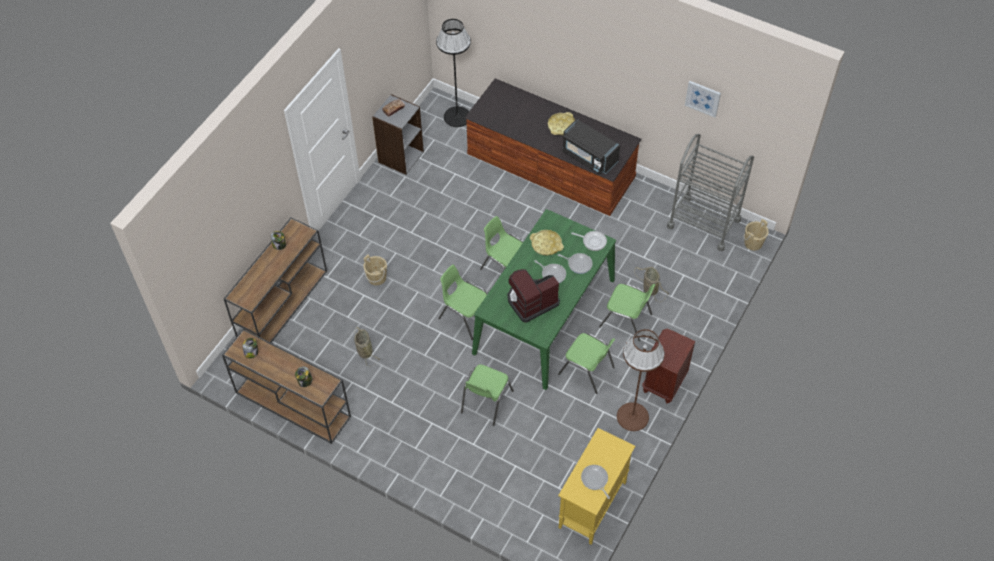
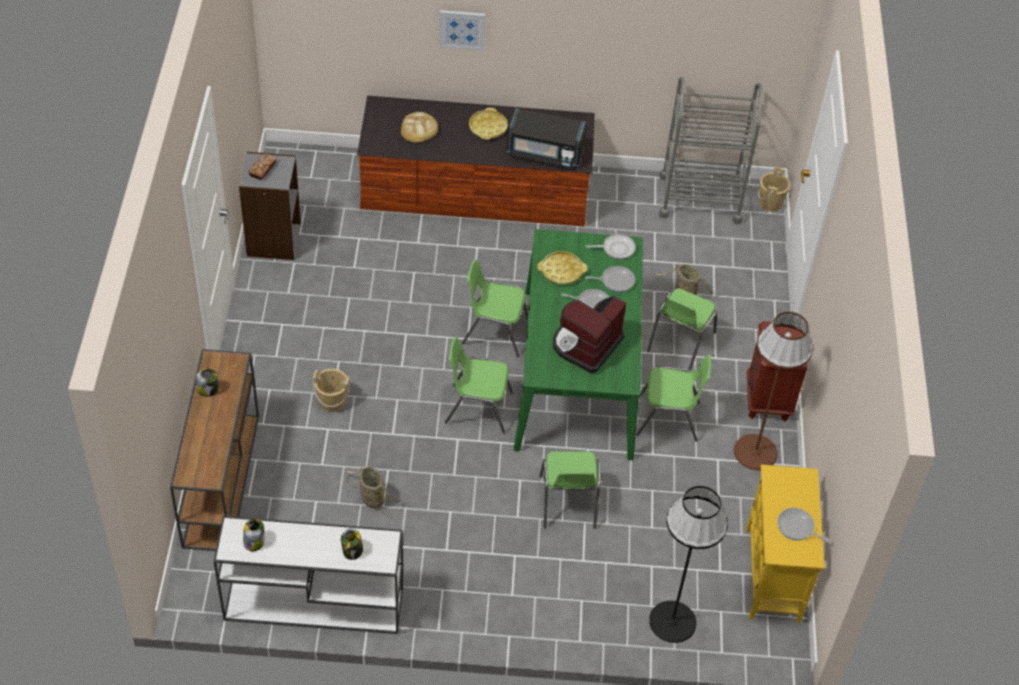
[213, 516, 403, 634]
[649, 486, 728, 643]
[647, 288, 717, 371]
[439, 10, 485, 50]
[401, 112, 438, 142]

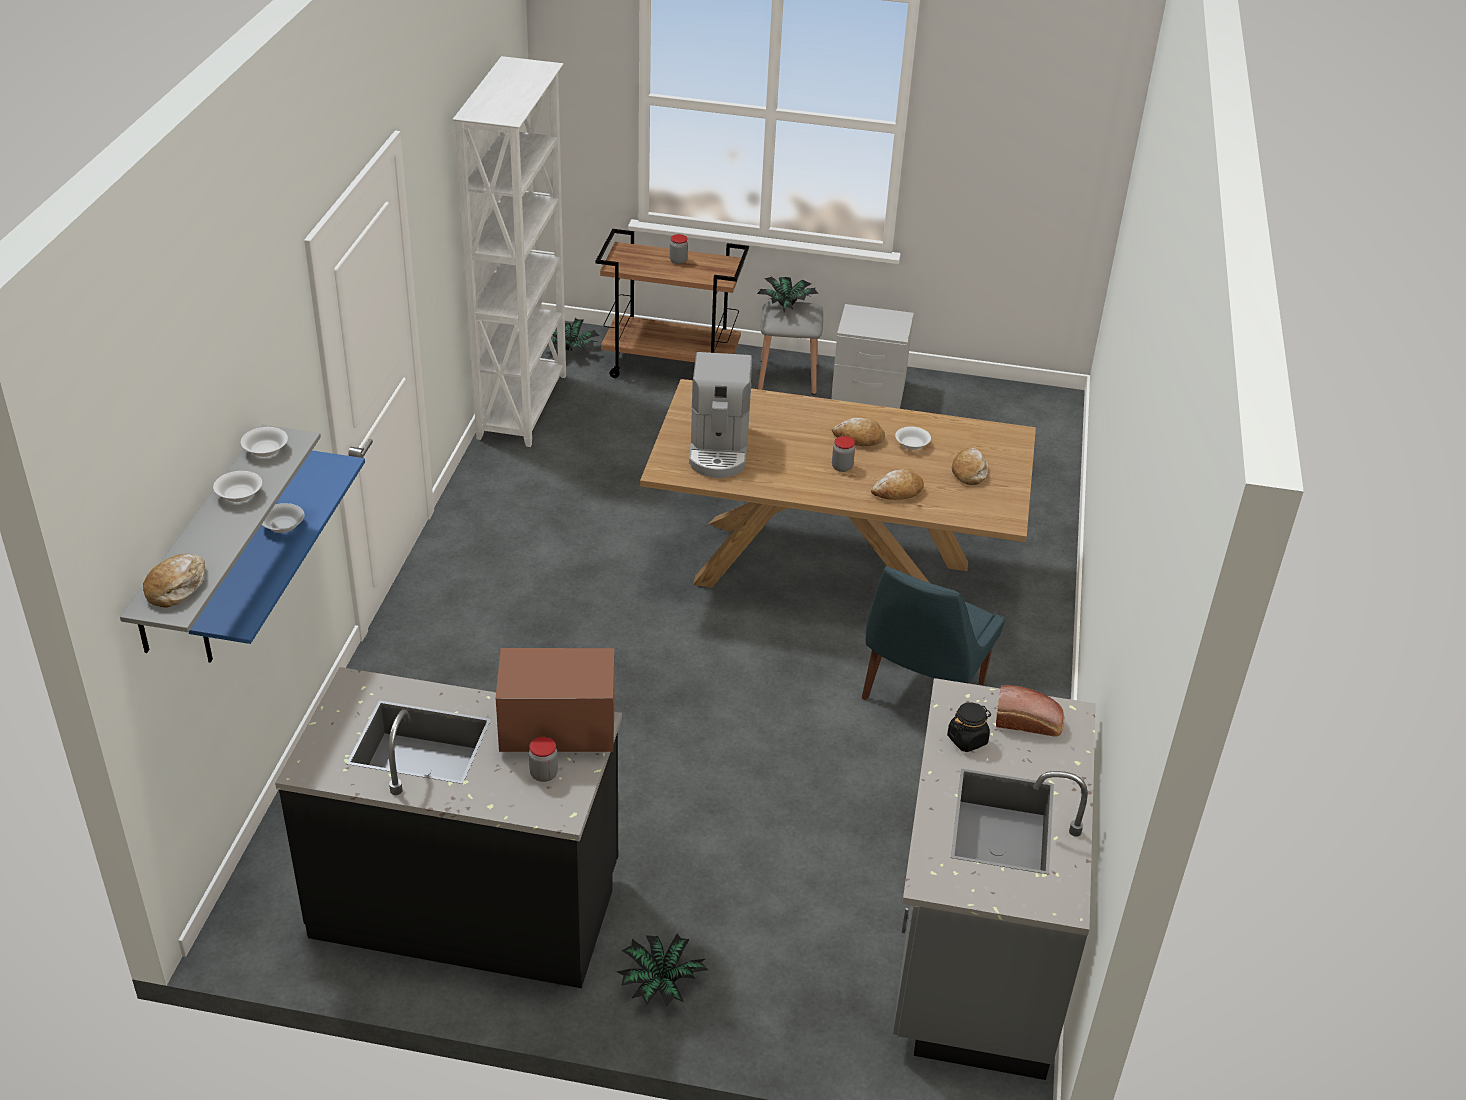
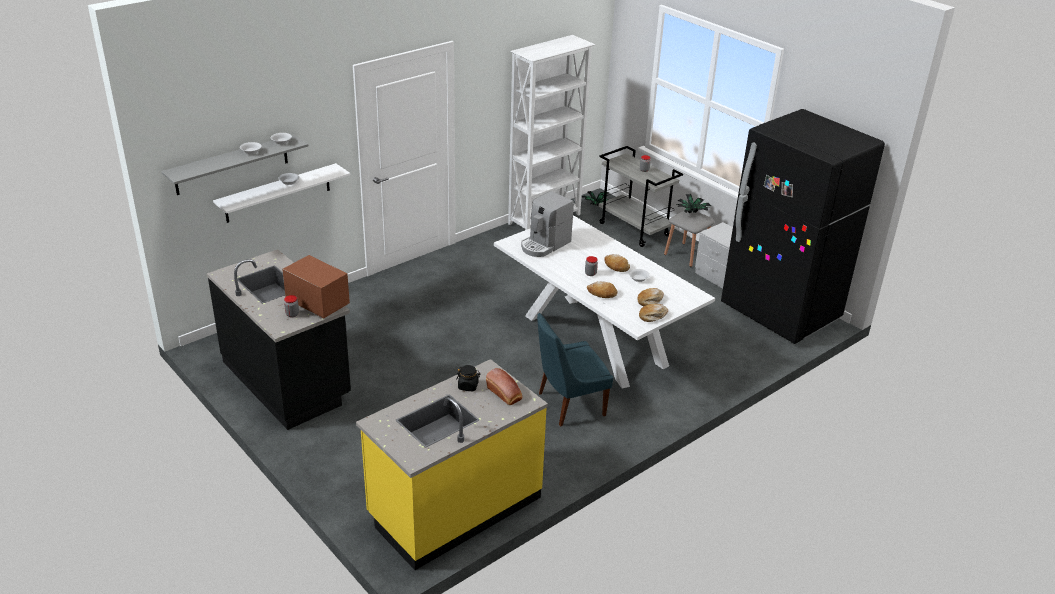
[639, 304, 668, 322]
[213, 163, 350, 223]
[598, 146, 683, 247]
[617, 934, 708, 1007] (first image)
[494, 215, 715, 388]
[356, 359, 548, 570]
[721, 109, 885, 344]

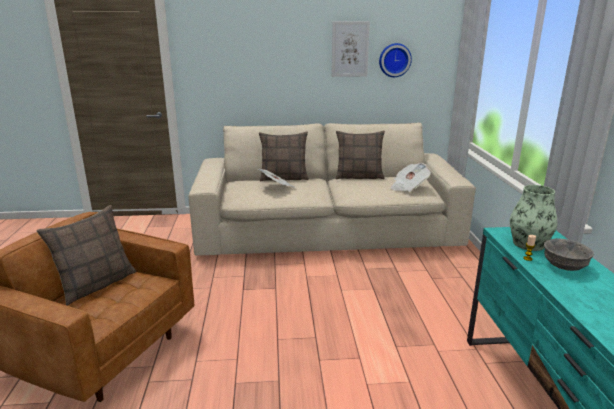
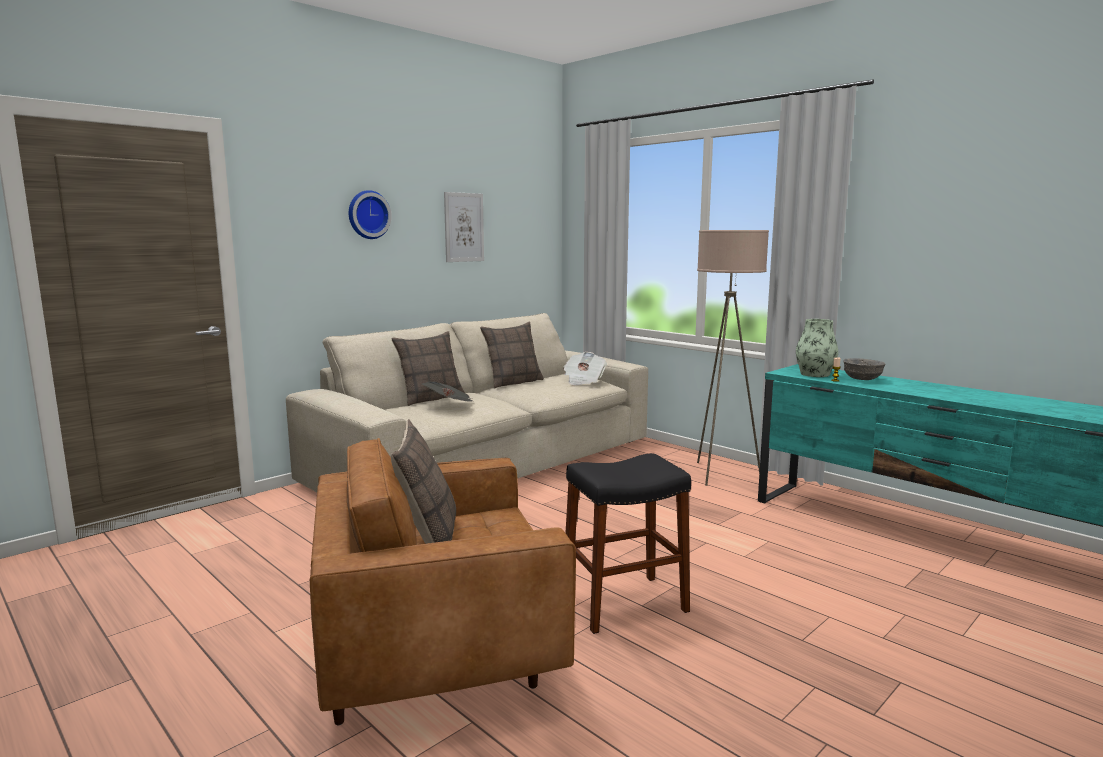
[349, 190, 392, 239]
[566, 453, 691, 634]
[697, 230, 769, 486]

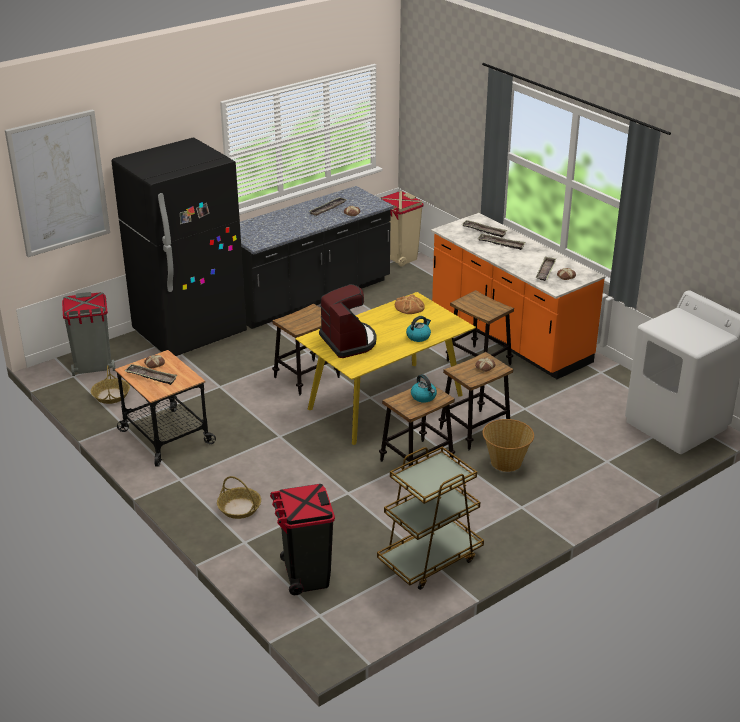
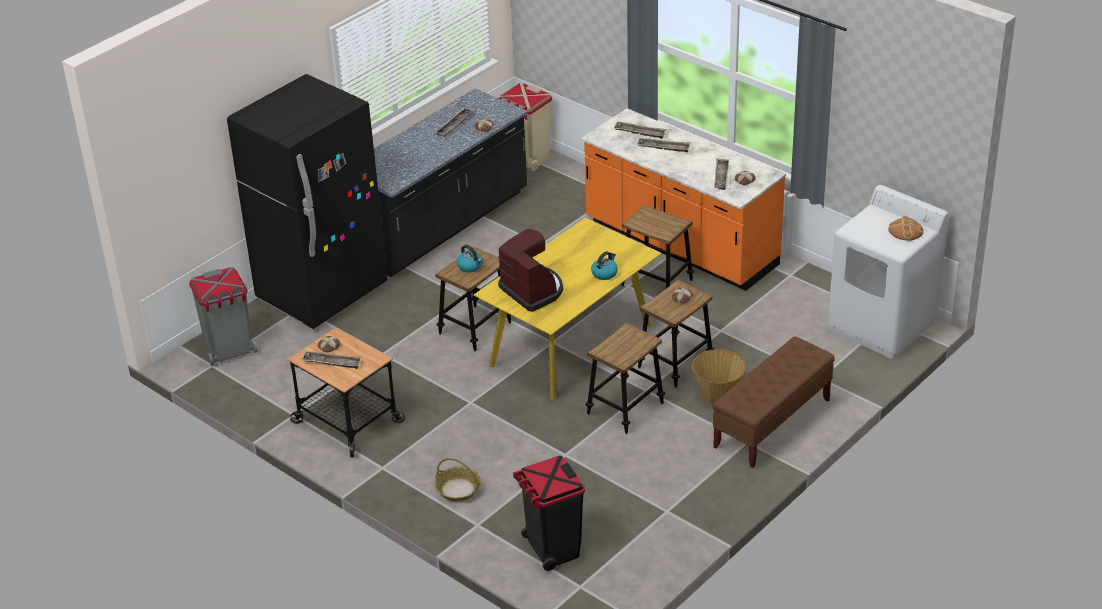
[5, 109, 110, 257] (first image)
[91, 365, 130, 404] (first image)
[377, 447, 484, 590] (first image)
[888, 216, 923, 241]
[457, 245, 483, 272]
[712, 336, 835, 468]

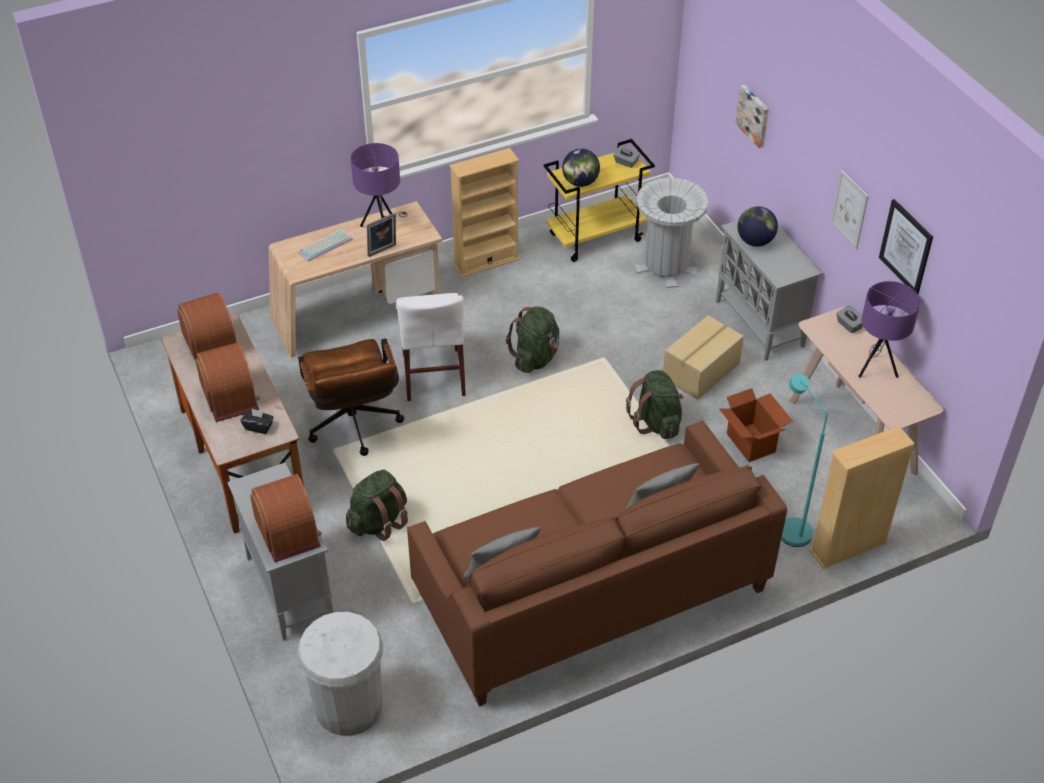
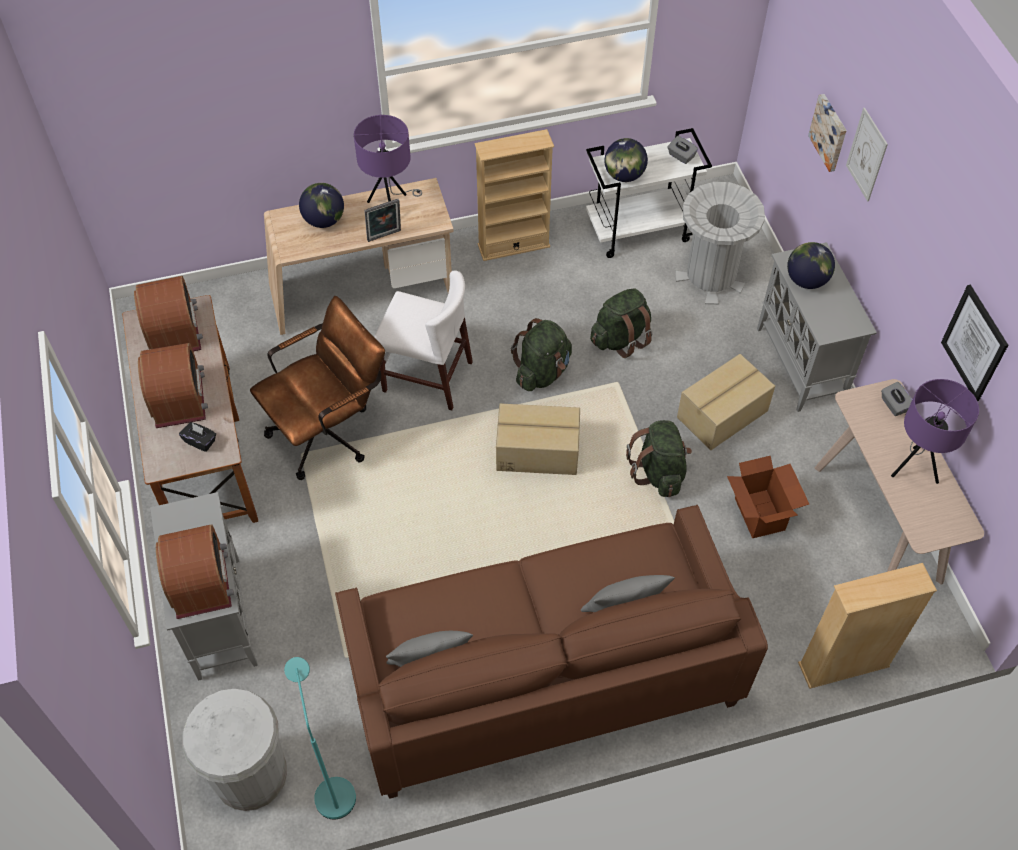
[299, 183, 344, 228]
[250, 296, 385, 480]
[590, 288, 652, 358]
[374, 271, 473, 410]
[586, 128, 712, 258]
[284, 657, 356, 819]
[846, 108, 888, 202]
[496, 403, 580, 475]

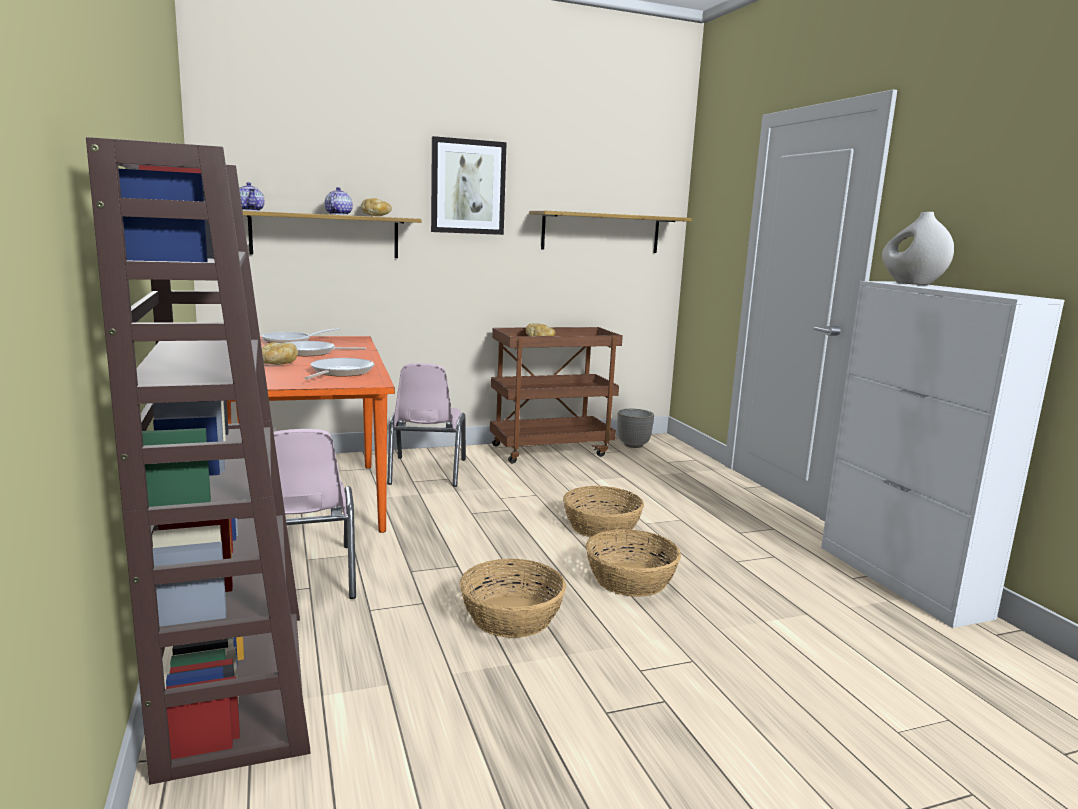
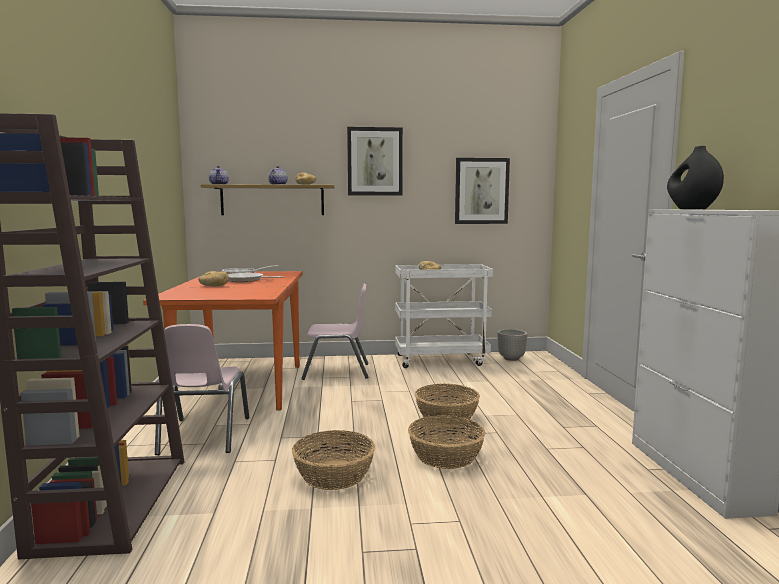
[304, 358, 374, 380] (first image)
[301, 283, 368, 380]
[395, 264, 493, 368]
[455, 158, 510, 224]
[667, 146, 724, 209]

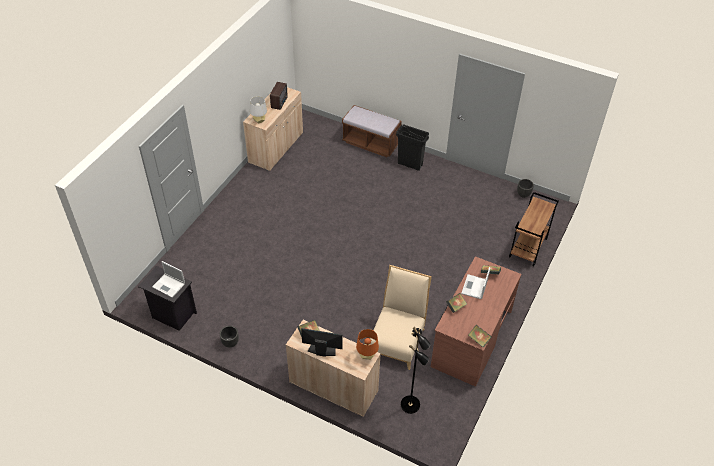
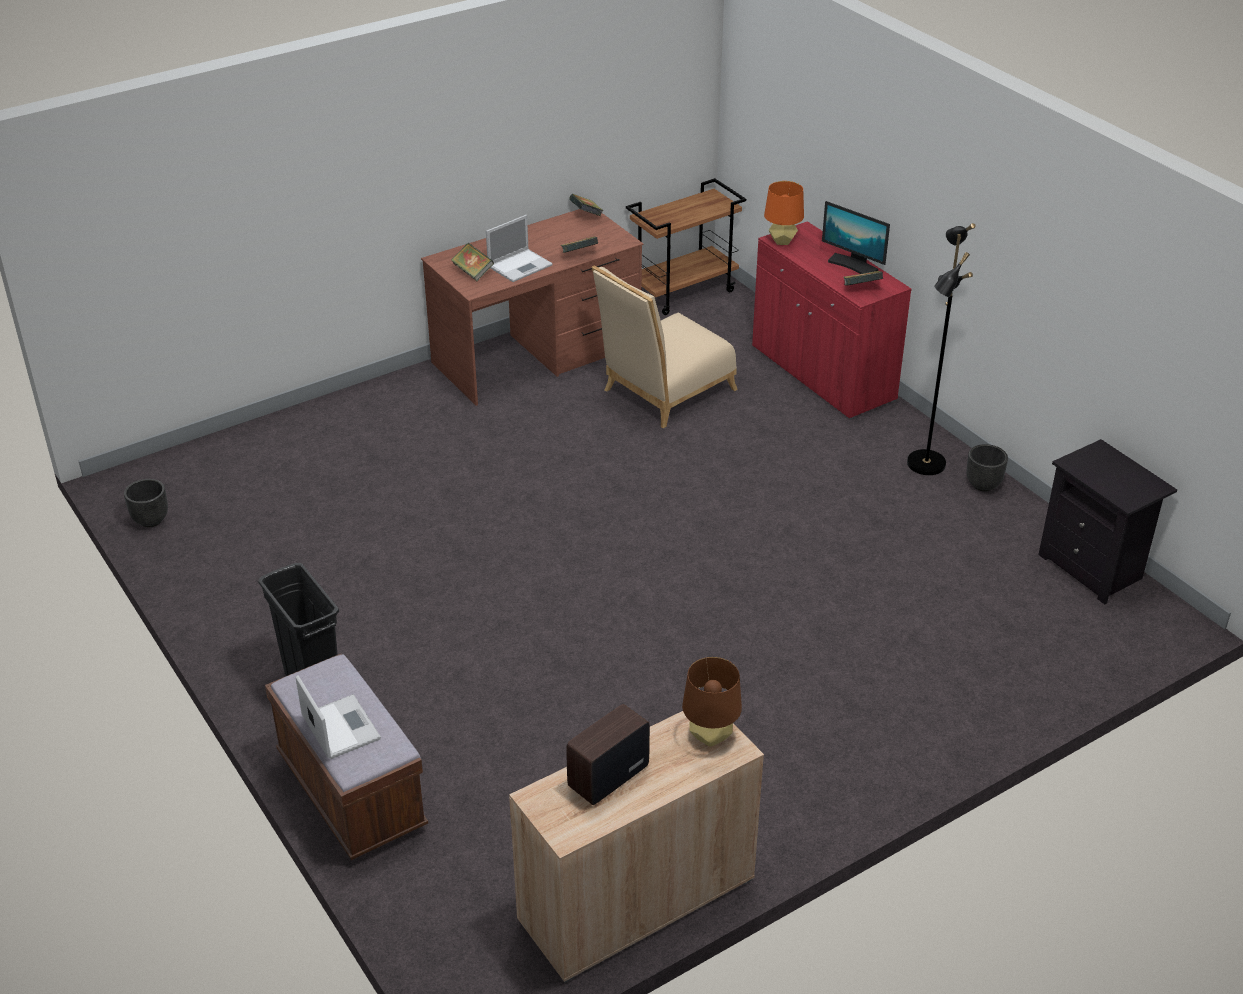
[295, 675, 381, 759]
[682, 657, 742, 747]
[752, 221, 912, 419]
[907, 223, 976, 475]
[626, 178, 746, 315]

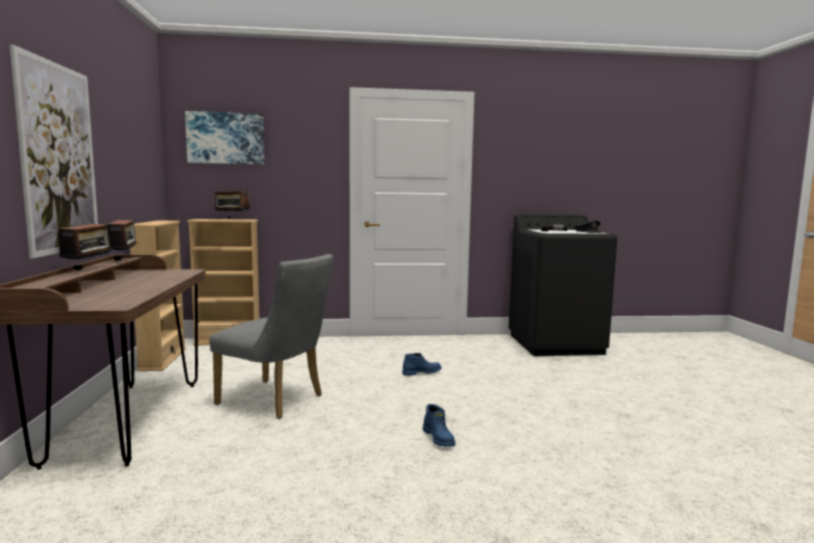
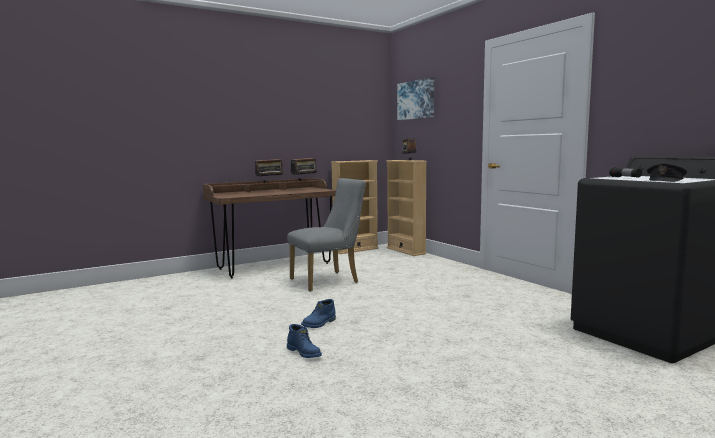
[10, 44, 98, 258] (first image)
[287, 178, 366, 292]
[287, 324, 322, 358]

